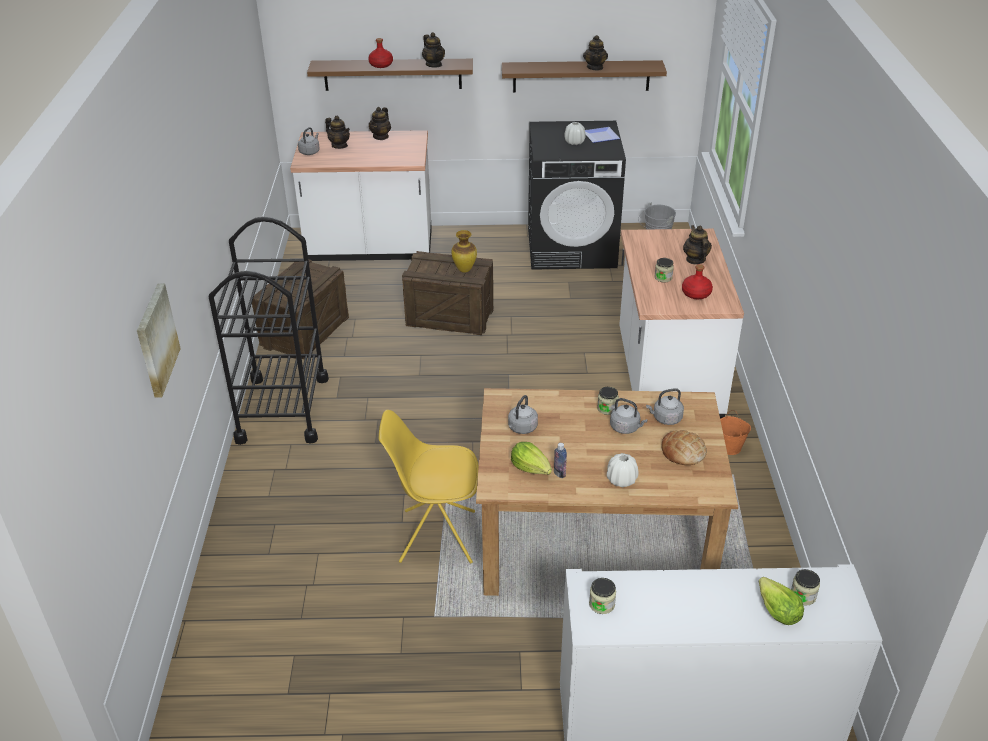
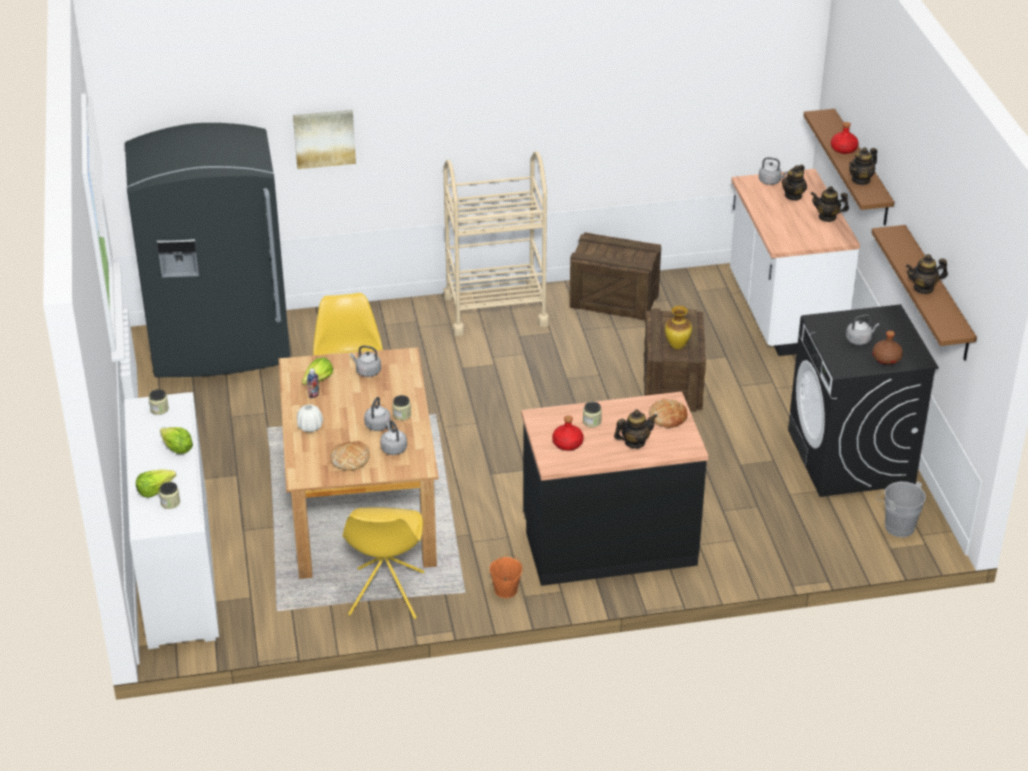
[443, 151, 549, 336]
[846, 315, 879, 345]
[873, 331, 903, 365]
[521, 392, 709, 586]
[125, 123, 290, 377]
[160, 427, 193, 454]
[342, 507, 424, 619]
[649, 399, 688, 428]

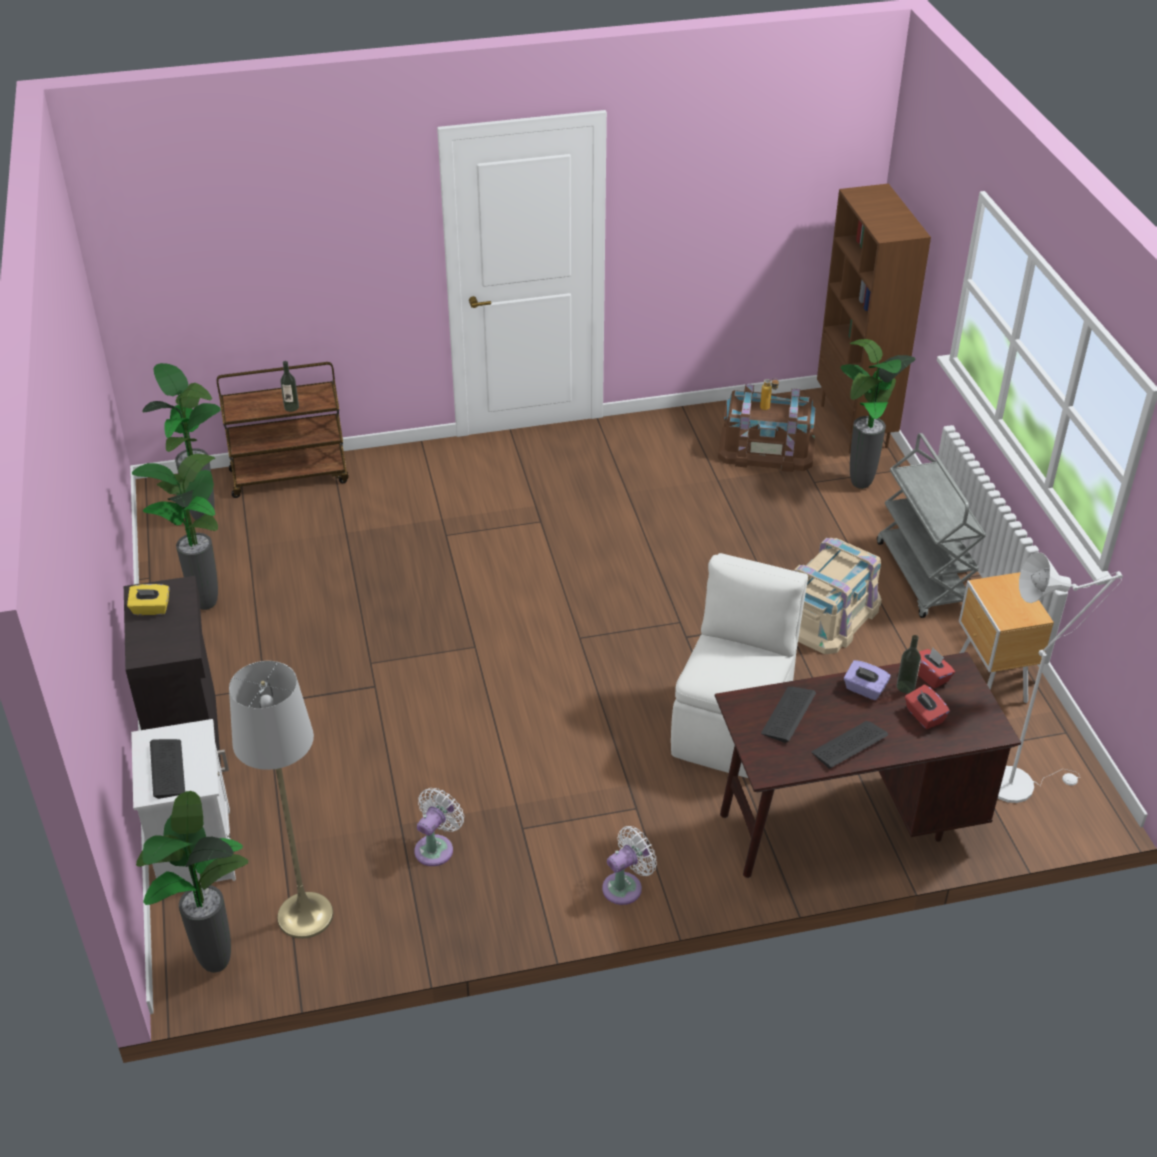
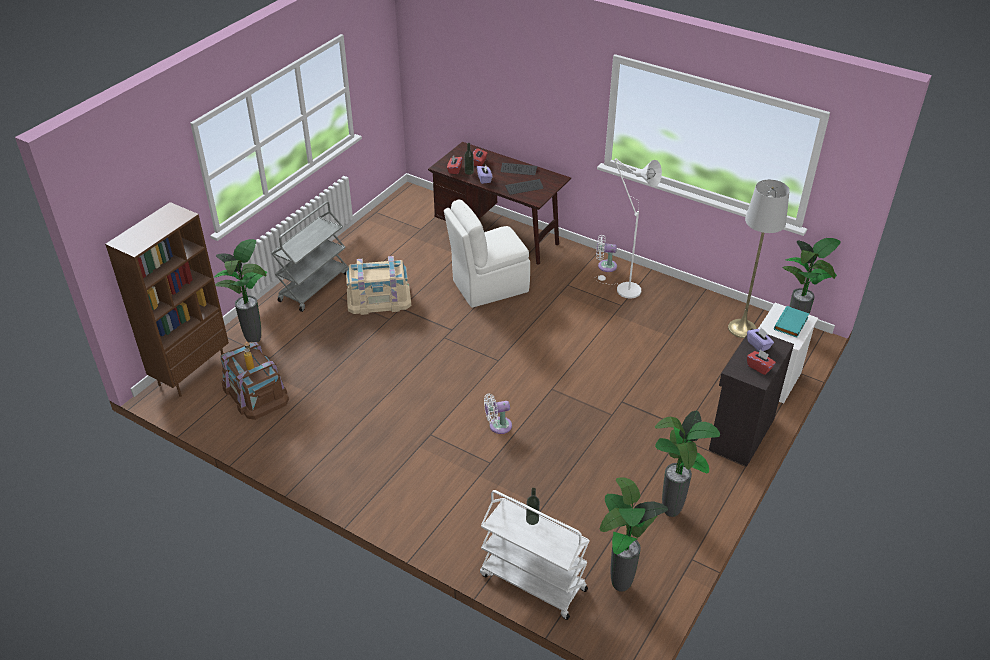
[747, 350, 776, 375]
[774, 306, 809, 338]
[480, 490, 590, 620]
[484, 393, 512, 434]
[959, 572, 1054, 703] (first image)
[595, 158, 662, 299]
[747, 328, 774, 351]

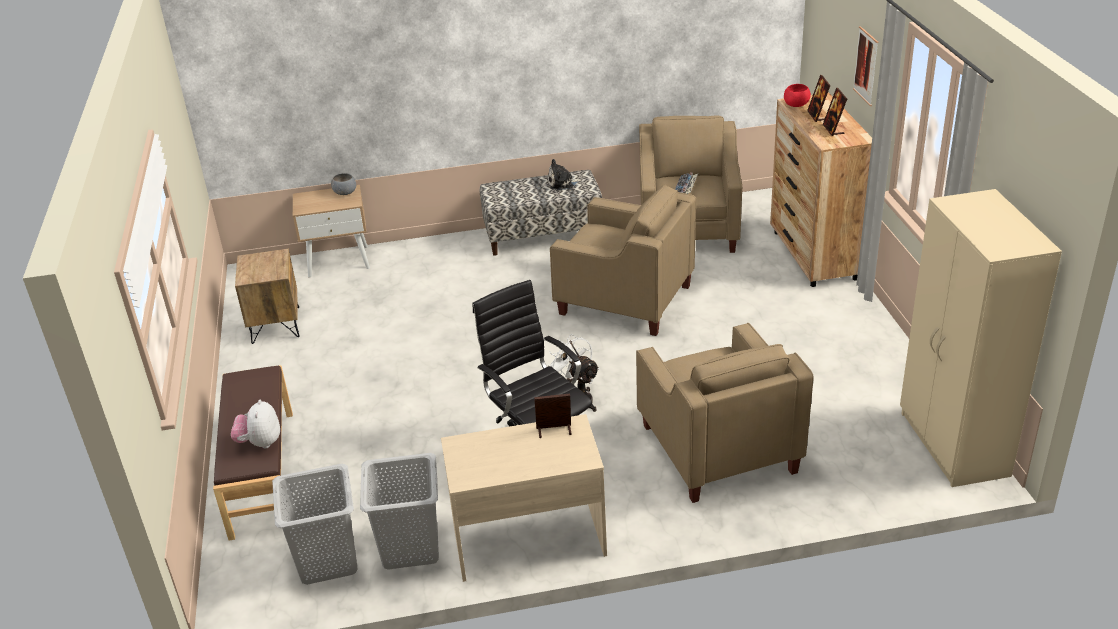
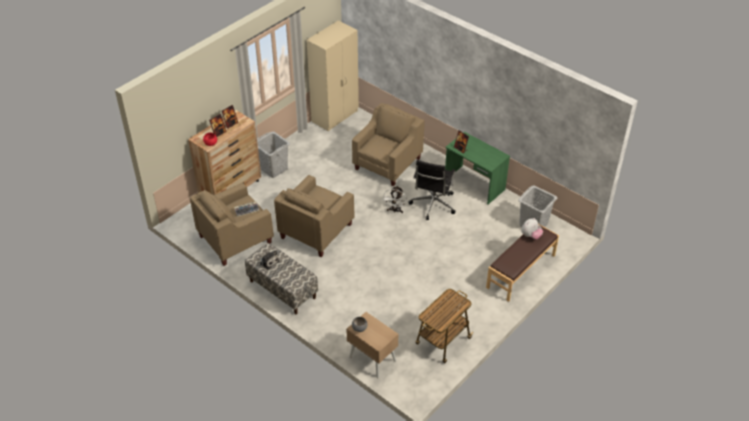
[415, 289, 473, 363]
[257, 132, 290, 178]
[445, 132, 510, 204]
[274, 175, 355, 257]
[853, 26, 878, 106] (first image)

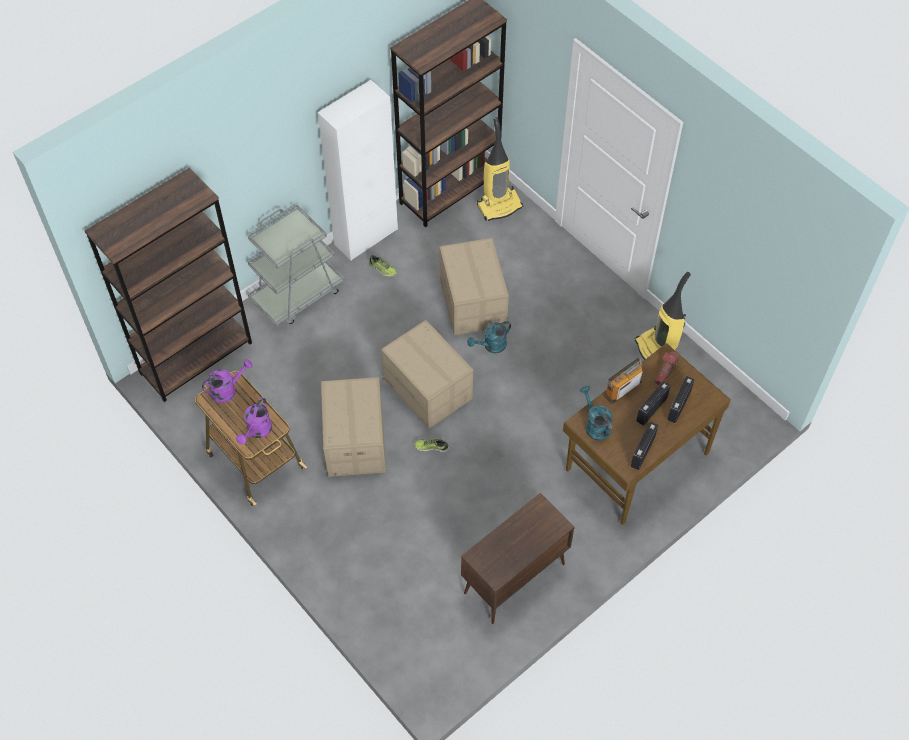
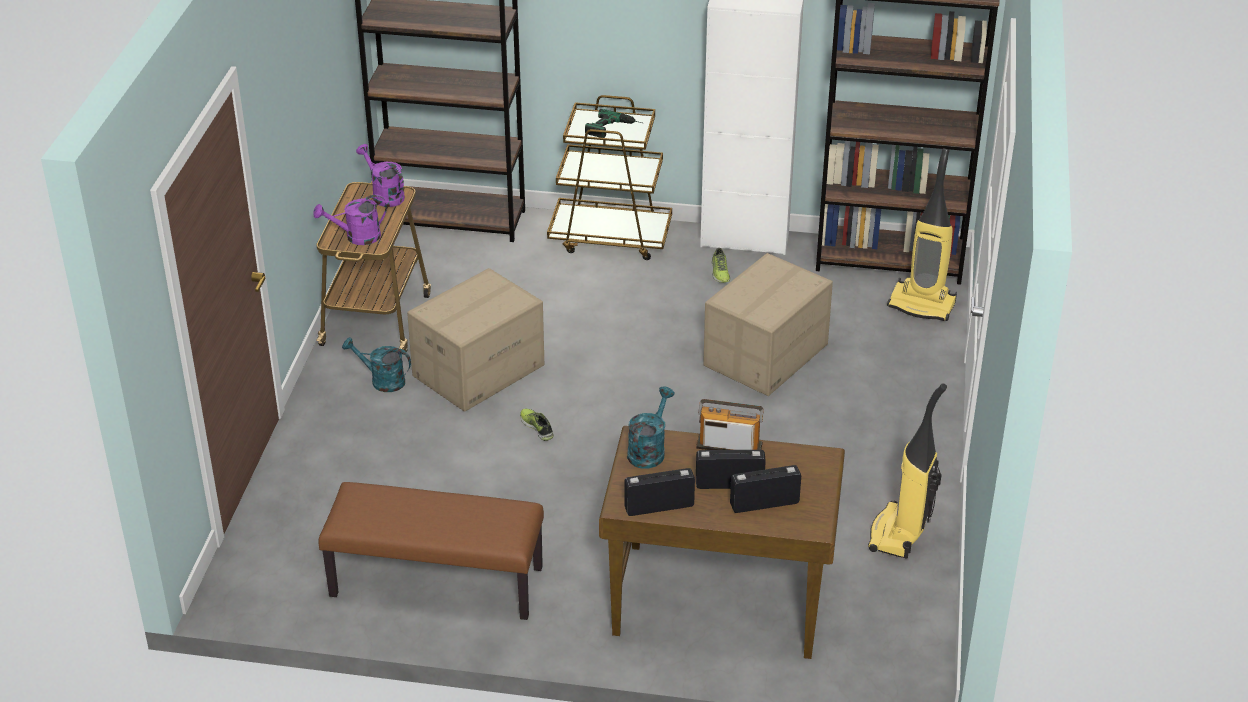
[356, 144, 405, 207]
[547, 95, 672, 260]
[381, 320, 473, 429] (first image)
[319, 482, 544, 620]
[342, 337, 411, 392]
[655, 352, 679, 385] (first image)
[585, 109, 641, 138]

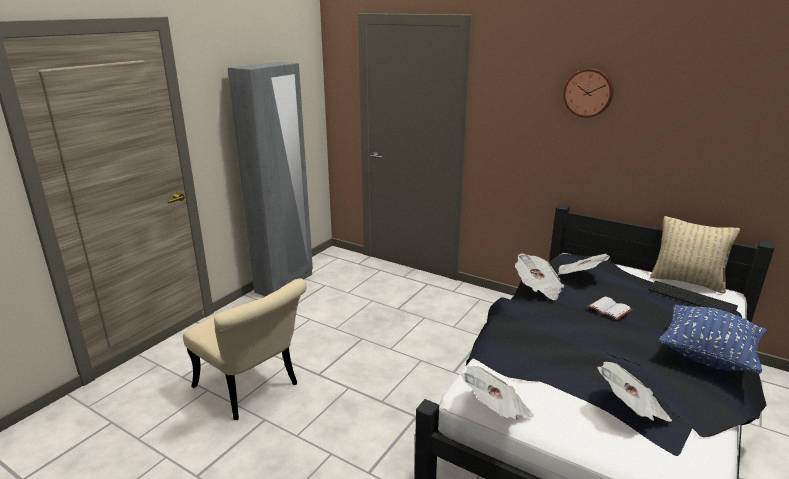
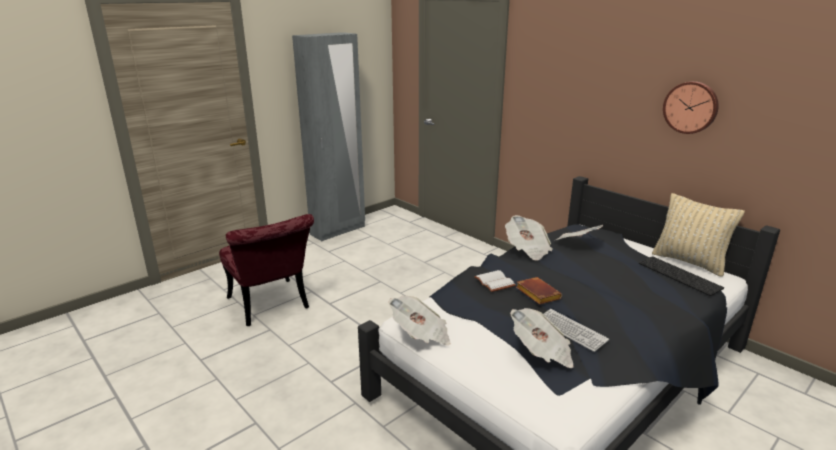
[219, 214, 314, 326]
[663, 81, 719, 134]
[474, 270, 516, 292]
[658, 304, 766, 374] (first image)
[516, 277, 562, 305]
[544, 309, 609, 352]

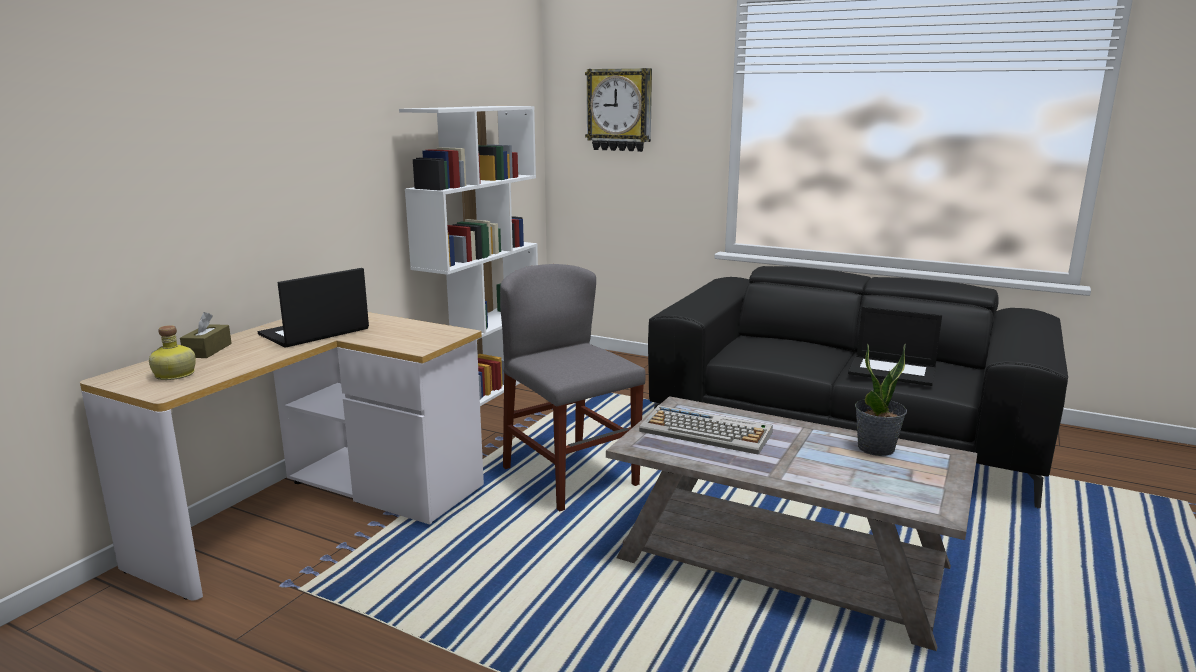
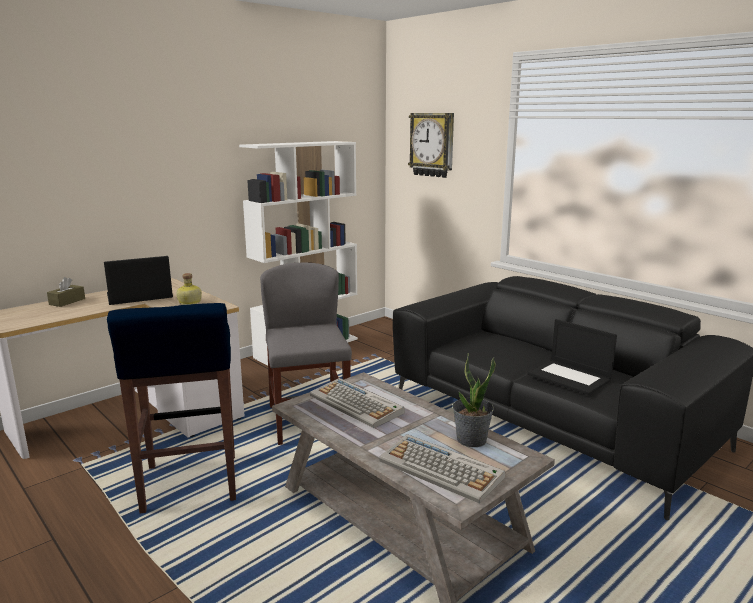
[176, 273, 202, 305]
[107, 303, 236, 513]
[379, 434, 505, 504]

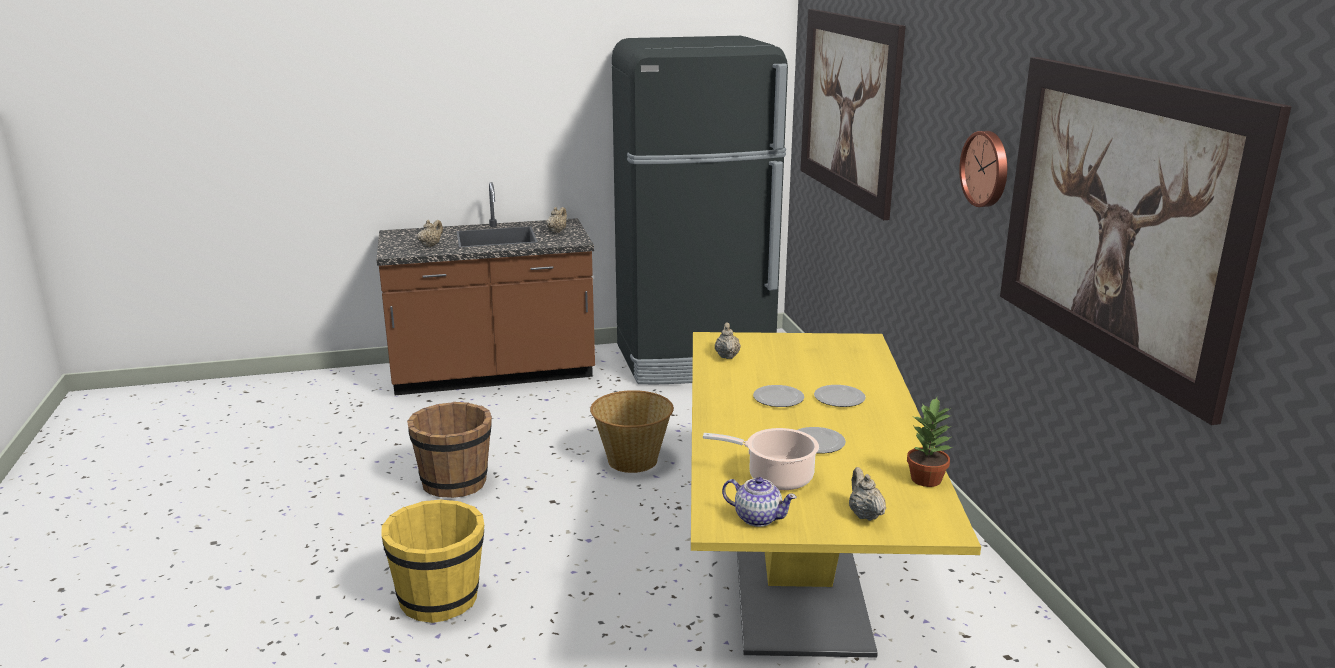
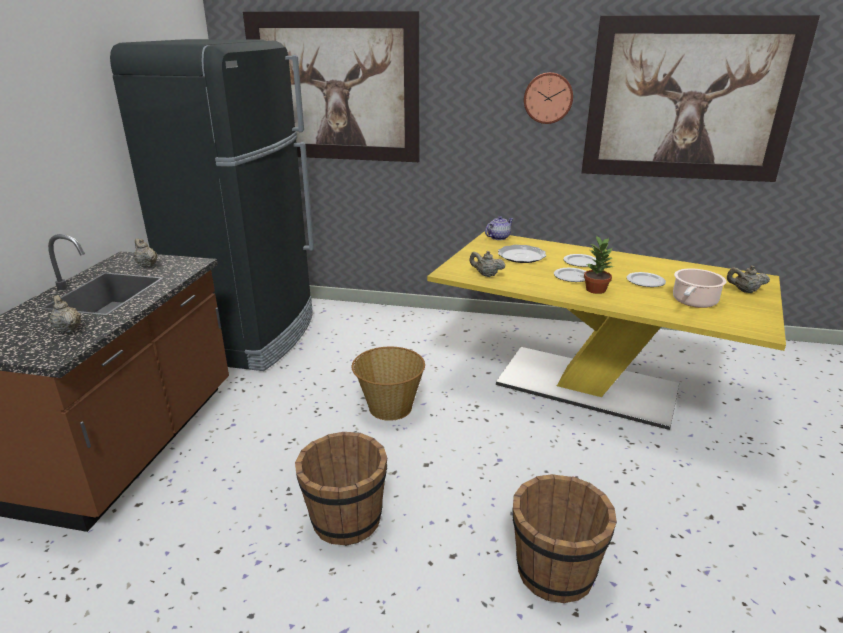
[512, 474, 617, 603]
[485, 216, 514, 240]
[584, 236, 613, 294]
[498, 245, 546, 263]

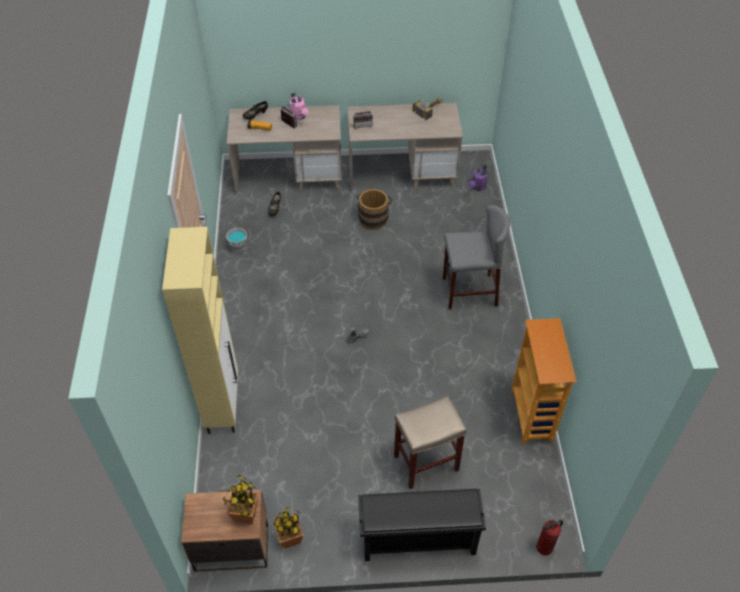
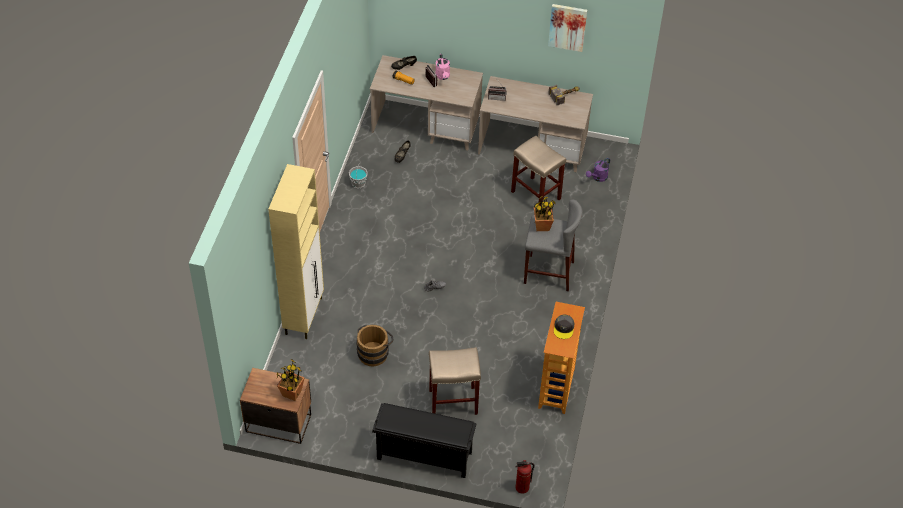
[534, 196, 556, 231]
[356, 325, 394, 367]
[511, 136, 566, 206]
[548, 4, 587, 52]
[554, 315, 575, 339]

